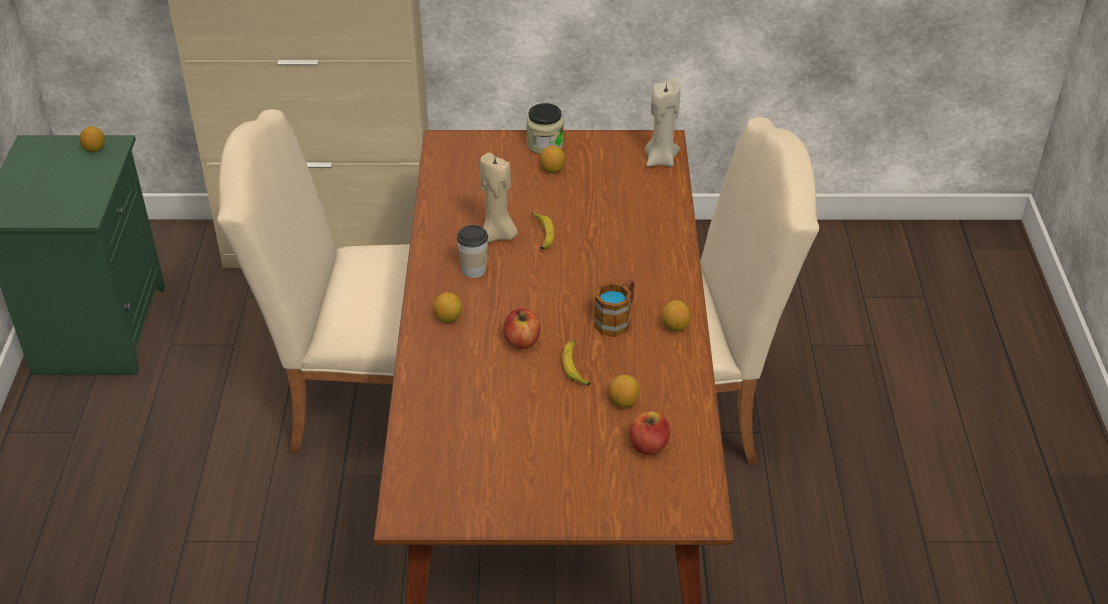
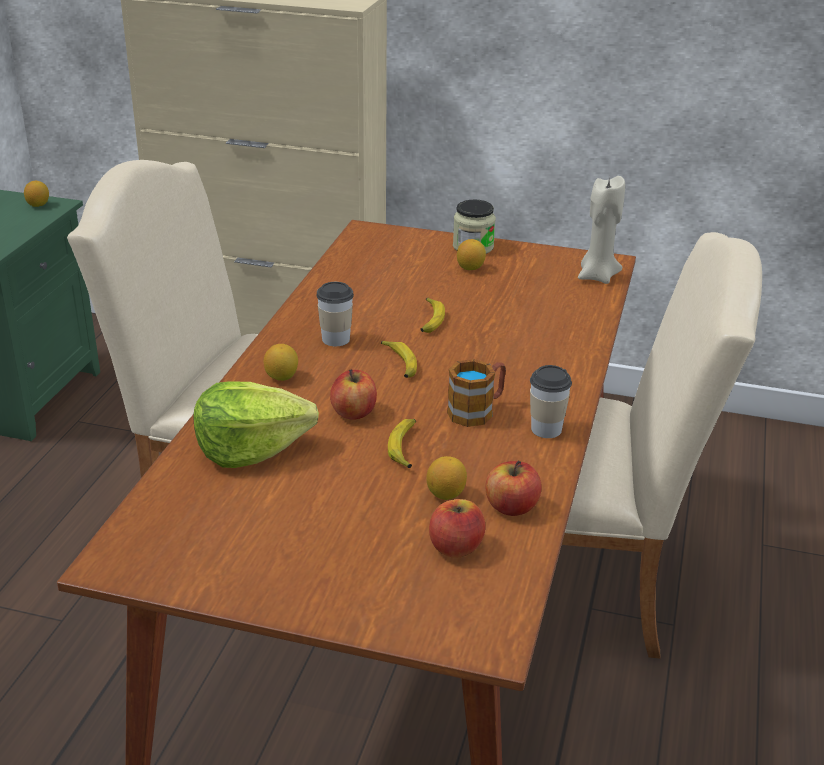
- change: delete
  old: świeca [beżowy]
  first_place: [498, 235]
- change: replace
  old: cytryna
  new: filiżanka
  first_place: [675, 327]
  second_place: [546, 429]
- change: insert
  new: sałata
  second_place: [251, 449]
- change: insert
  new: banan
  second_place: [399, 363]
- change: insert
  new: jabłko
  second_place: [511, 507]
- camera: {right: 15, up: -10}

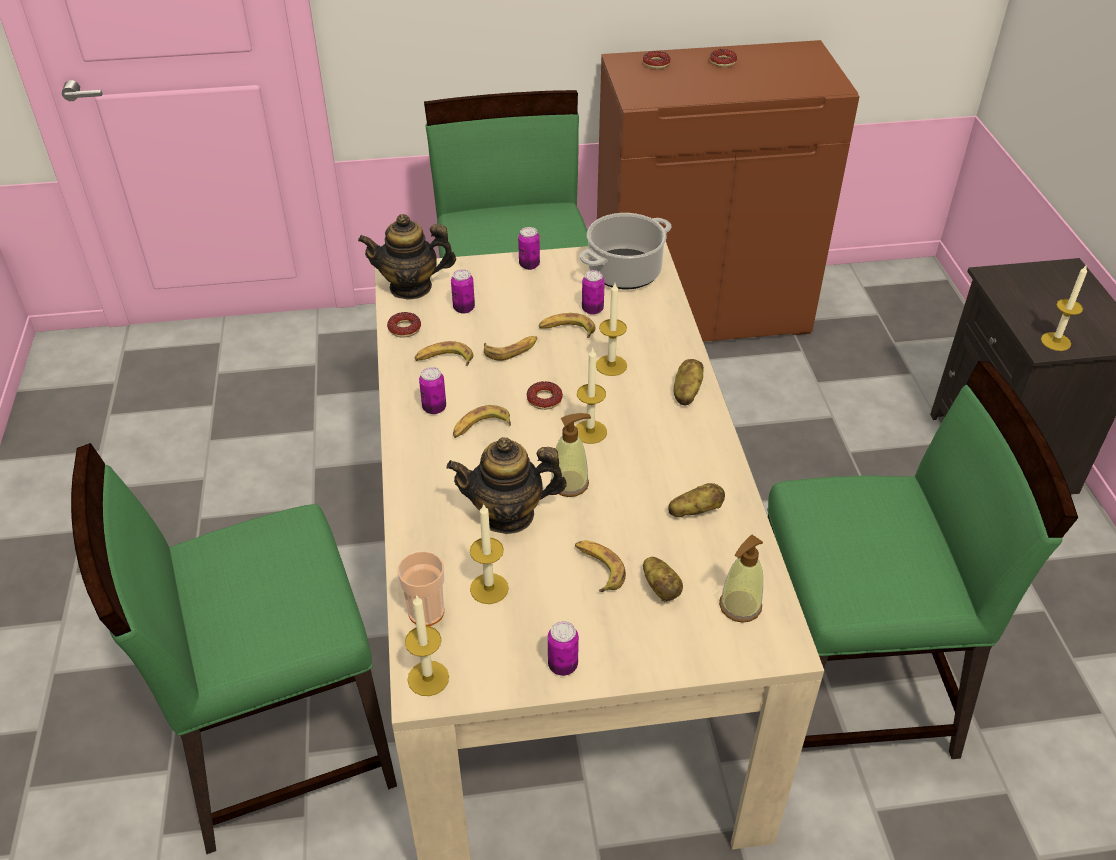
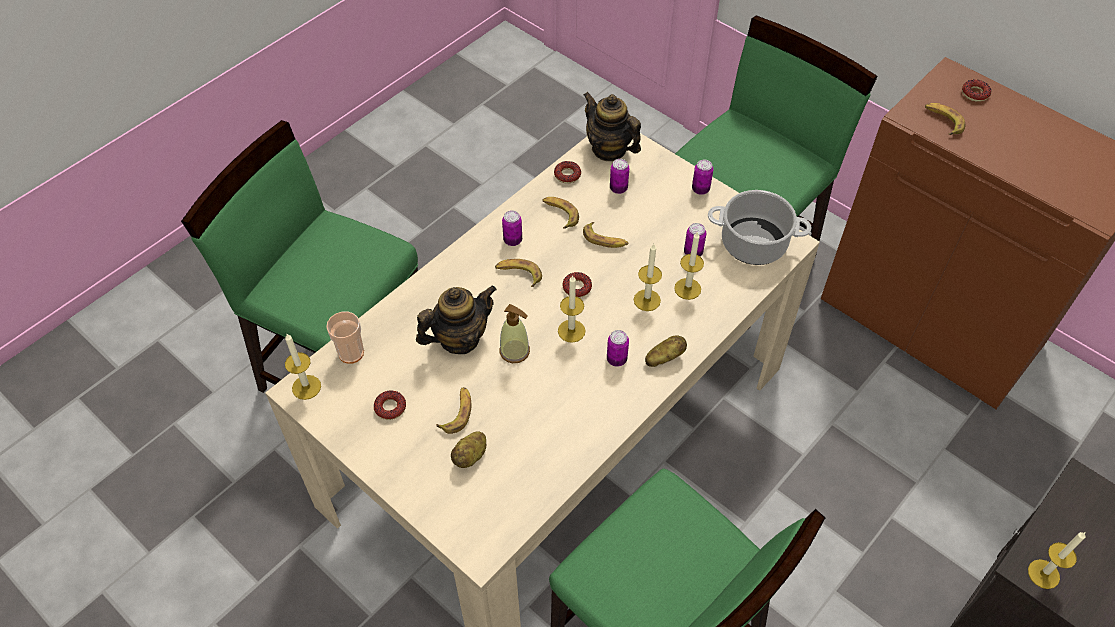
- change: rotate
  old: imbryk
  first_place: [508, 514]
  second_place: [459, 338]
  degrees: 105
- change: move
  old: świeca
  first_place: [489, 588]
  second_place: [687, 288]
- change: move
  old: banan
  first_place: [567, 330]
  second_place: [943, 121]
- change: move
  old: puszka
  first_place: [563, 665]
  second_place: [616, 359]
- change: delete
  old: ziemniak
  first_place: [695, 511]
- change: move
  old: donut
  first_place: [722, 62]
  second_place: [390, 407]
- change: delete
  old: dozownik mydła
  first_place: [740, 606]
- camera: {right: 50, up: 10}

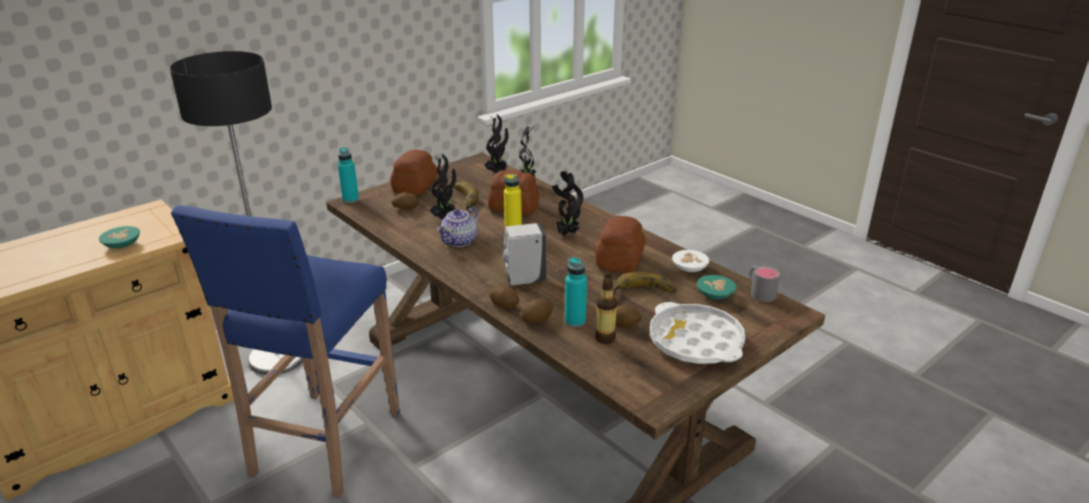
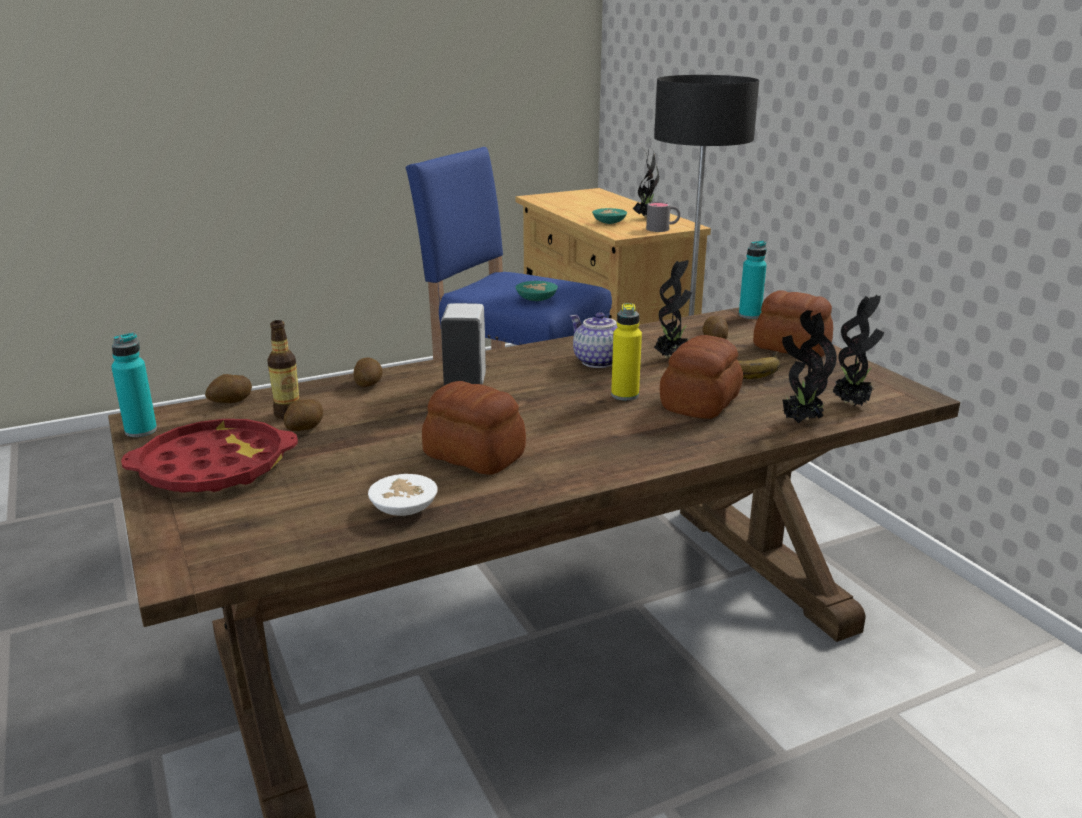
- change: move
  old: ziemniak
  first_place: [504, 305]
  second_place: [230, 402]
- change: move
  old: roślina doniczkowa
  first_place: [566, 234]
  second_place: [647, 218]
- change: move
  old: butelka [turkusowy]
  first_place: [575, 321]
  second_place: [141, 431]
- change: delete
  old: banan
  first_place: [643, 294]
- change: recolor
  old: taca [biały]
  new: taca [czerwony]
  first_place: [695, 341]
  second_place: [214, 467]
- change: move
  old: miska [turkusowy]
  first_place: [716, 294]
  second_place: [537, 300]
- change: move
  old: kubek [szary]
  first_place: [759, 292]
  second_place: [663, 229]
- camera: {right: 105, up: -5}

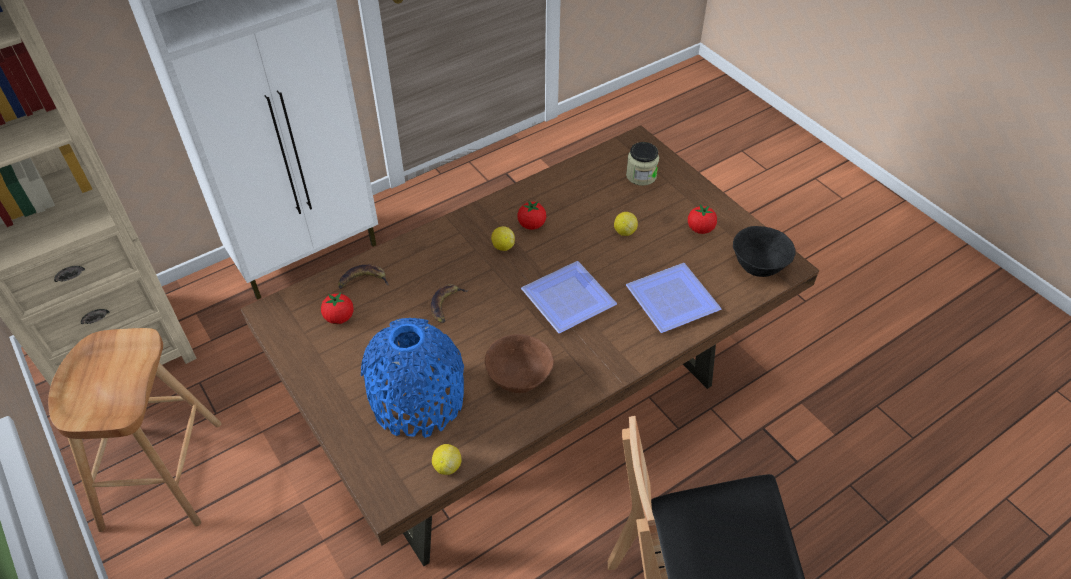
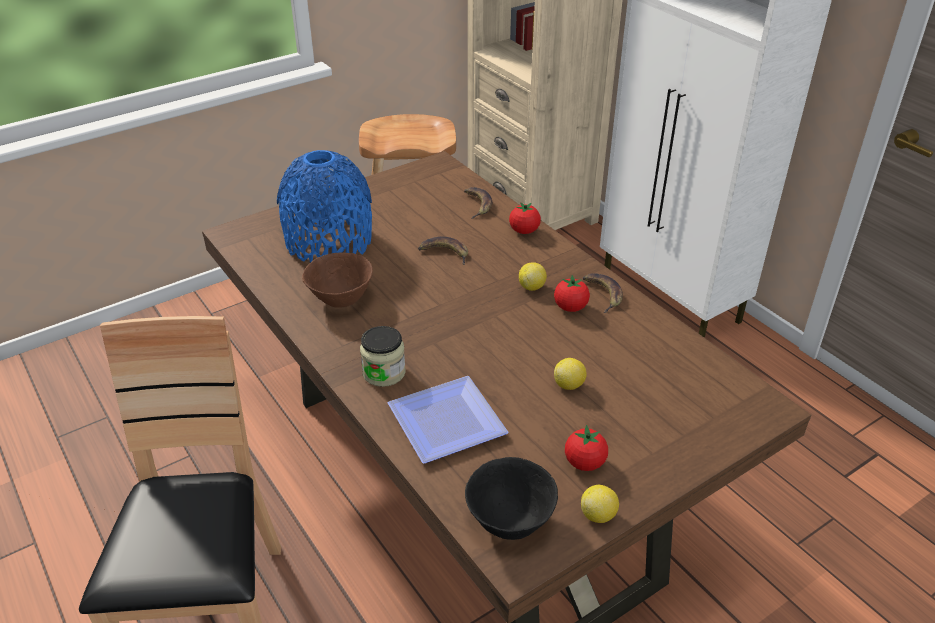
- change: move
  old: pomidor
  first_place: [339, 318]
  second_place: [524, 231]
- change: move
  old: cytryna
  first_place: [447, 466]
  second_place: [598, 515]
- change: delete
  old: talerz
  first_place: [571, 300]
- change: move
  old: słoik
  first_place: [641, 176]
  second_place: [384, 372]
- change: insert
  new: banan
  second_place: [602, 294]
- camera: {right: 90, up: -10}

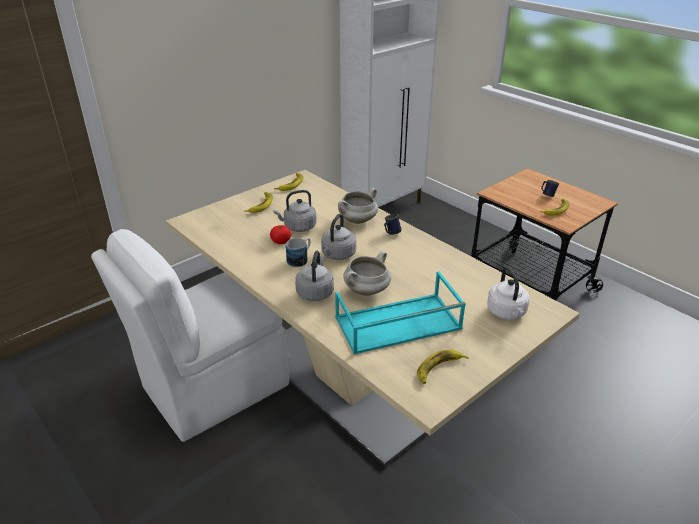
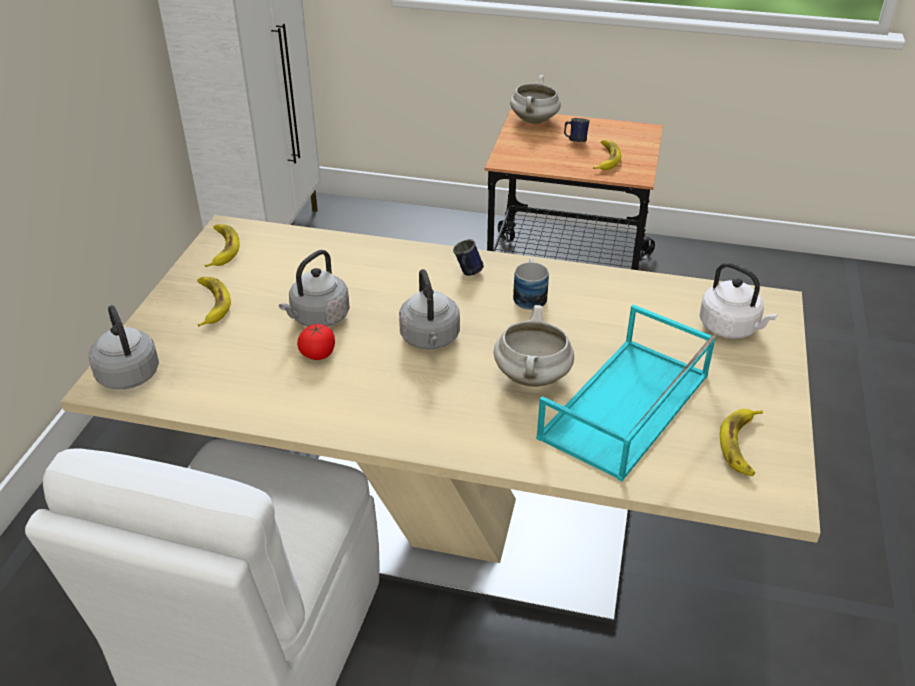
- change: move
  old: kubek
  first_place: [300, 259]
  second_place: [530, 295]
- change: move
  old: czajnik [szary]
  first_place: [315, 292]
  second_place: [128, 373]
- change: move
  old: garnek [biały]
  first_place: [357, 221]
  second_place: [534, 121]
- camera: {right: -35, up: 5}

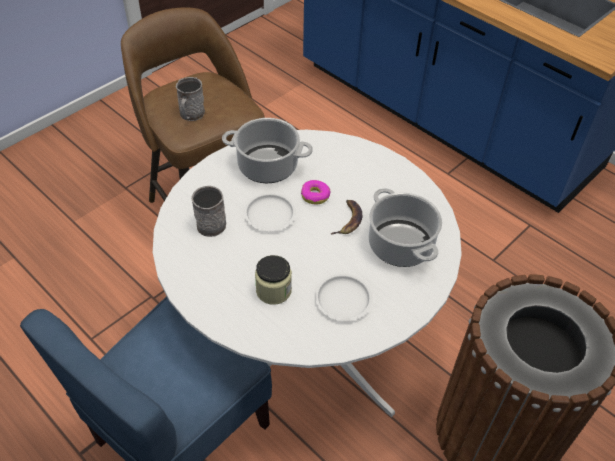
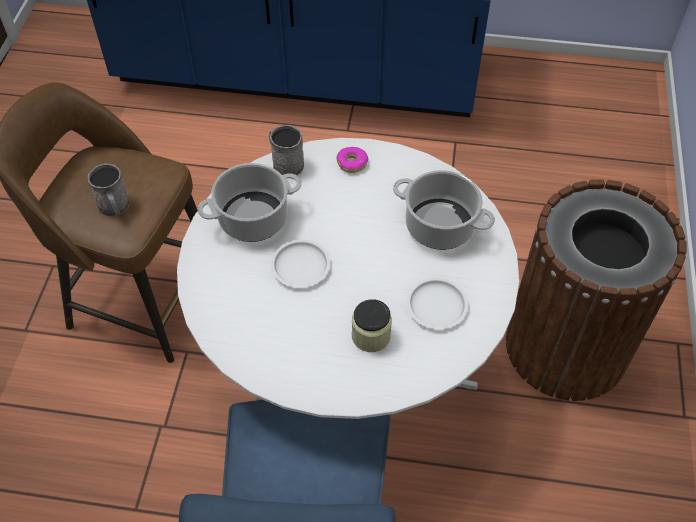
- change: move
  old: kubek [szary]
  first_place: [211, 221]
  second_place: [285, 163]
- change: move
  old: donut
  first_place: [315, 196]
  second_place: [352, 163]
- change: delete
  old: banan
  first_place: [348, 220]
- camera: {right: -35, up: 5}

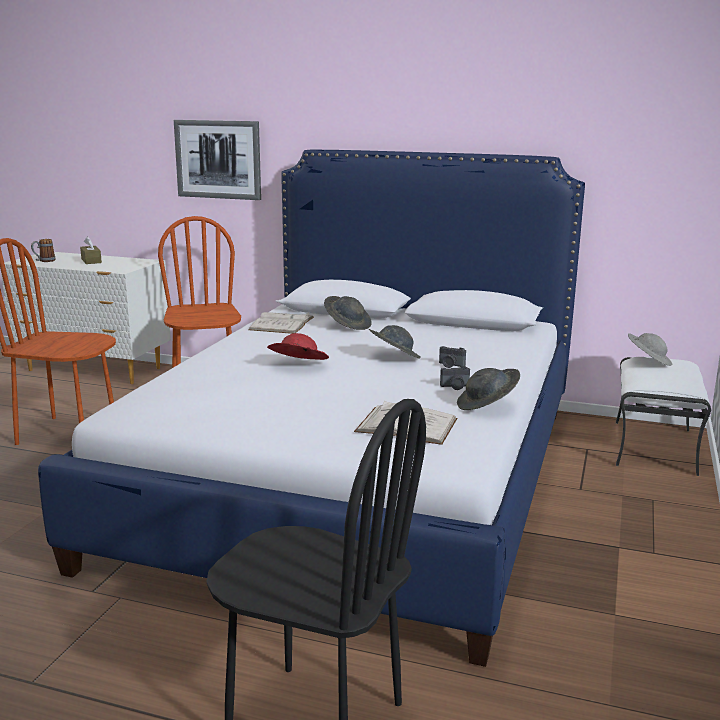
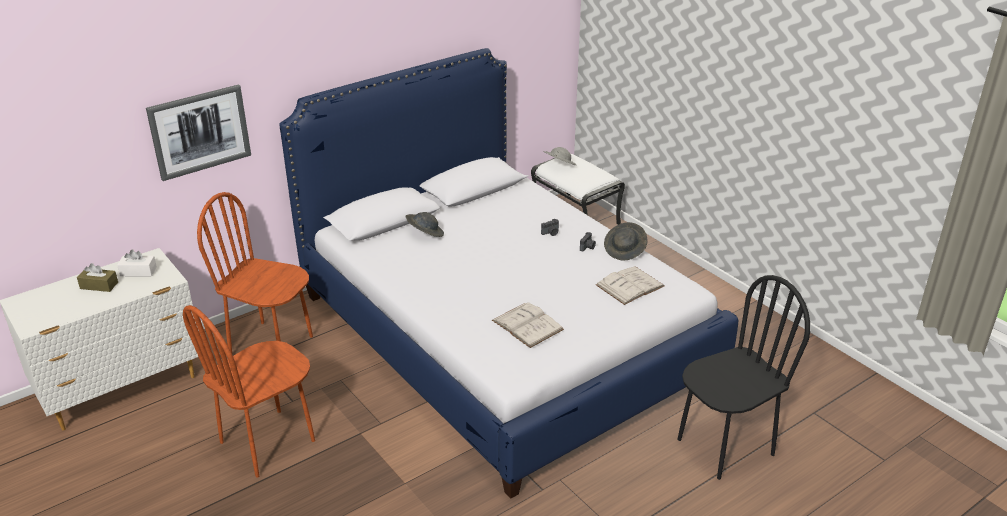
- change: delete
  old: kubek
  first_place: [44, 261]
- change: move
  old: książka [biały]
  first_place: [282, 323]
  second_place: [527, 325]
- change: delete
  old: kapelusz [czerwony]
  first_place: [297, 366]
- change: delete
  old: kapelusz [szary]
  first_place: [393, 357]
- change: insert
  new: pudełko chusteczek [biały]
  second_place: [138, 271]
- camera: {right: -55, up: 15}

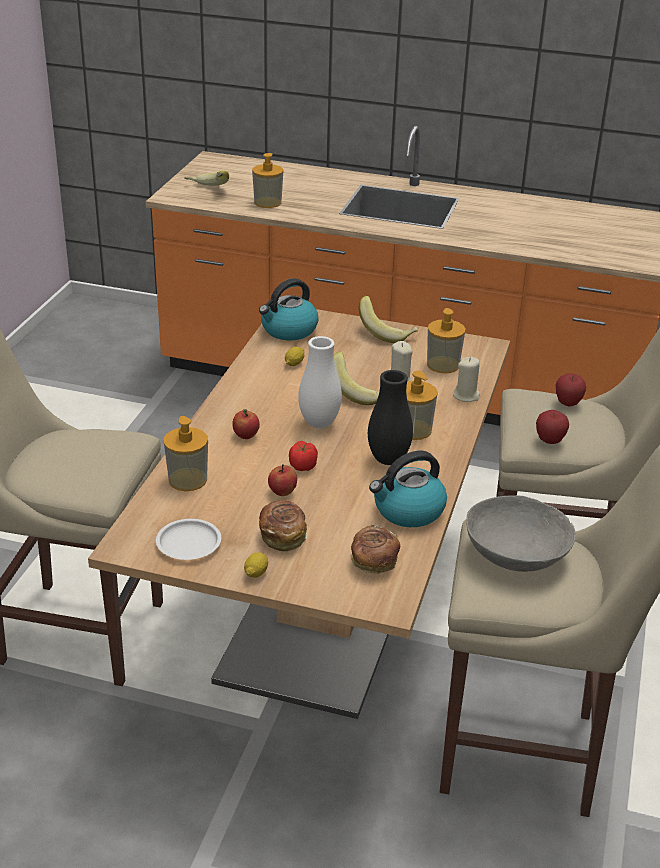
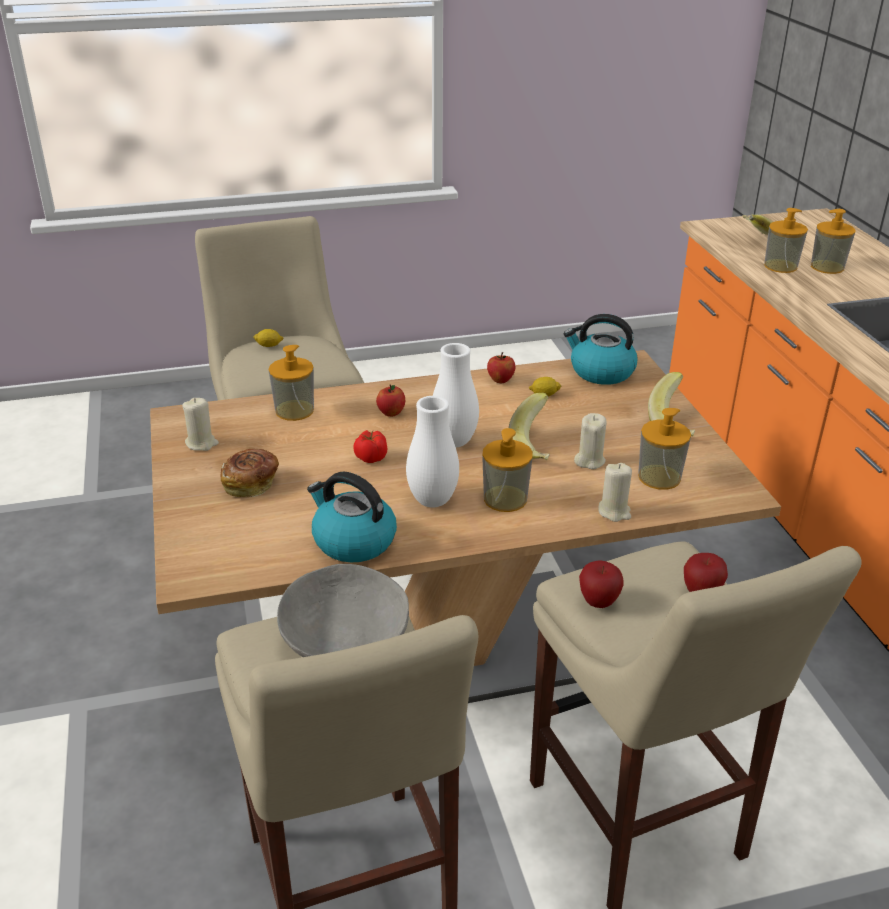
- change: replace
  old: talerz [biały]
  new: świeca [beżowy]
  first_place: [188, 544]
  second_place: [201, 443]
- change: move
  old: cytryna
  first_place: [256, 573]
  second_place: [269, 345]
- change: move
  old: jabłko
  first_place: [282, 492]
  second_place: [500, 380]
- change: delete
  old: chleb
  first_place: [373, 562]
- change: recolor
  old: wazon [czarny]
  new: wazon [biały]
  first_place: [388, 459]
  second_place: [432, 501]
- change: insert
  new: dozownik mydła
  second_place: [827, 267]
- camera: {right: 60, up: 0}

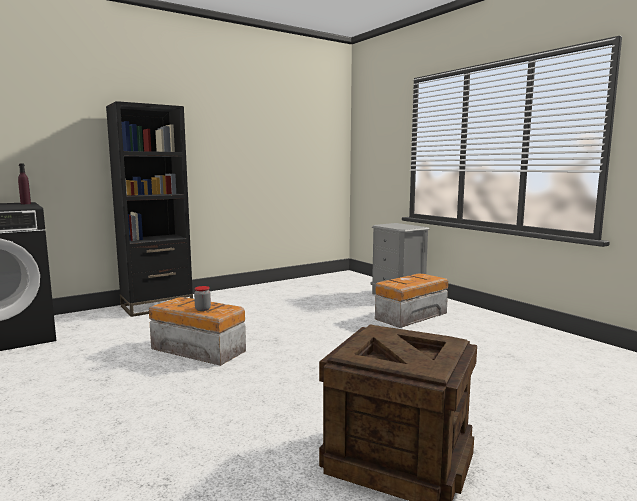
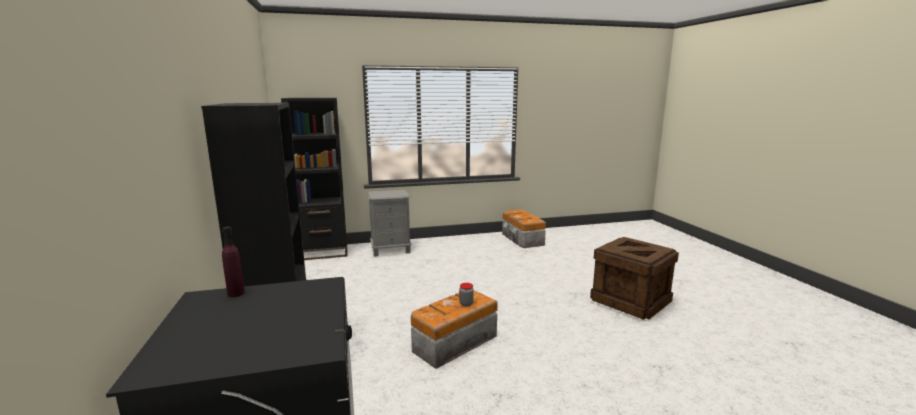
- change: move
  old: pojemnik do przechowywania
  first_place: [409, 316]
  second_place: [522, 239]
- change: insert
  new: regał [czarny]
  second_place: [323, 252]
- camera: {right: -70, up: 5}

